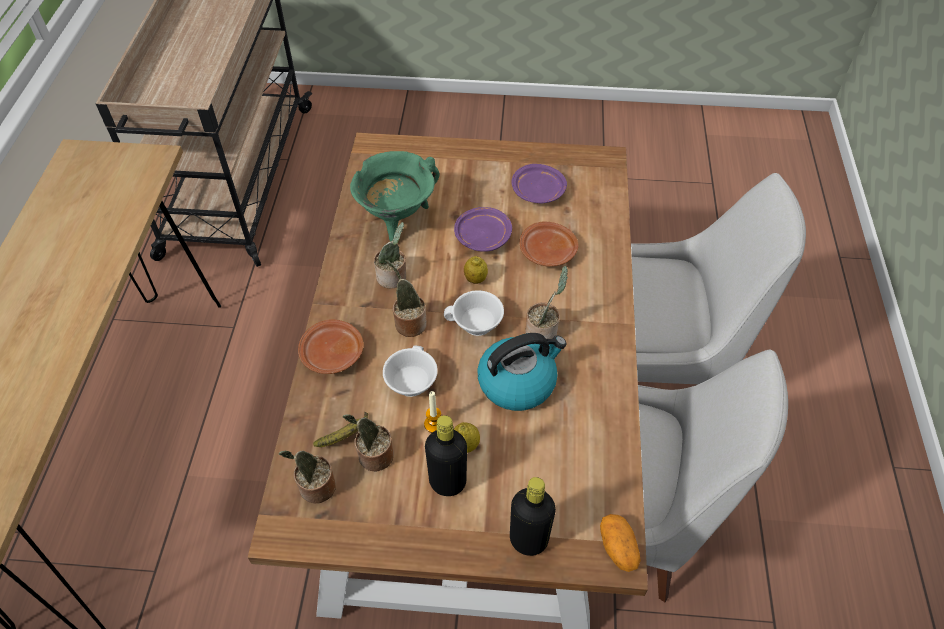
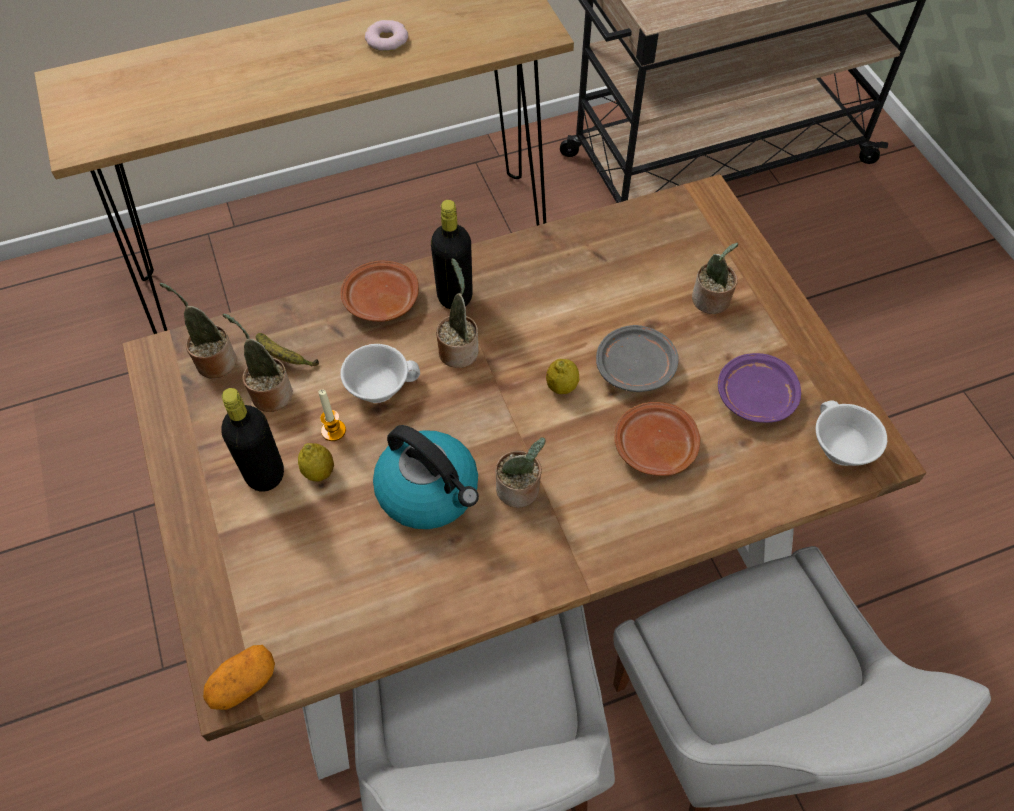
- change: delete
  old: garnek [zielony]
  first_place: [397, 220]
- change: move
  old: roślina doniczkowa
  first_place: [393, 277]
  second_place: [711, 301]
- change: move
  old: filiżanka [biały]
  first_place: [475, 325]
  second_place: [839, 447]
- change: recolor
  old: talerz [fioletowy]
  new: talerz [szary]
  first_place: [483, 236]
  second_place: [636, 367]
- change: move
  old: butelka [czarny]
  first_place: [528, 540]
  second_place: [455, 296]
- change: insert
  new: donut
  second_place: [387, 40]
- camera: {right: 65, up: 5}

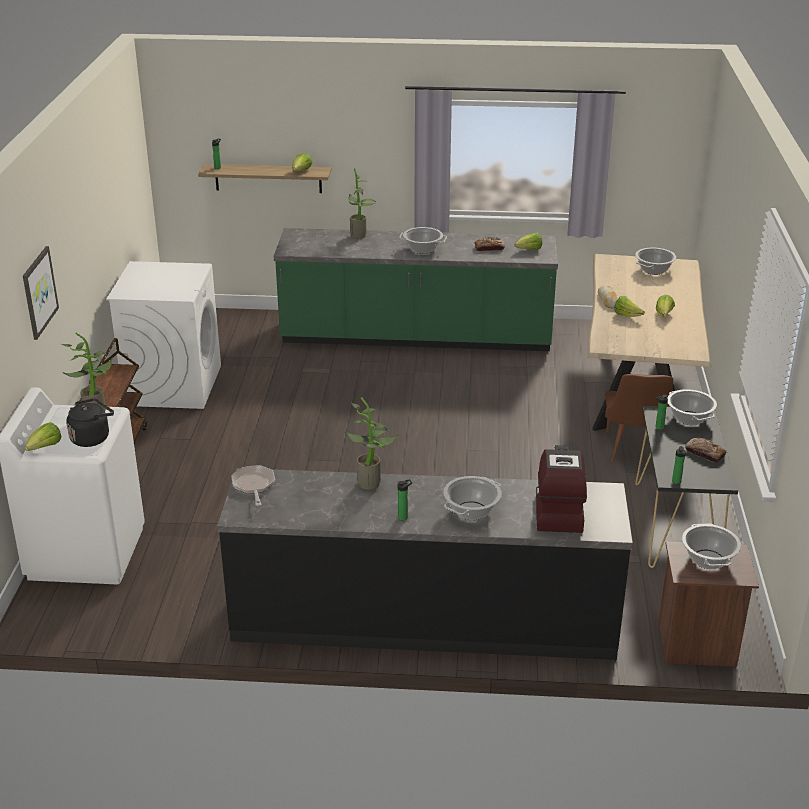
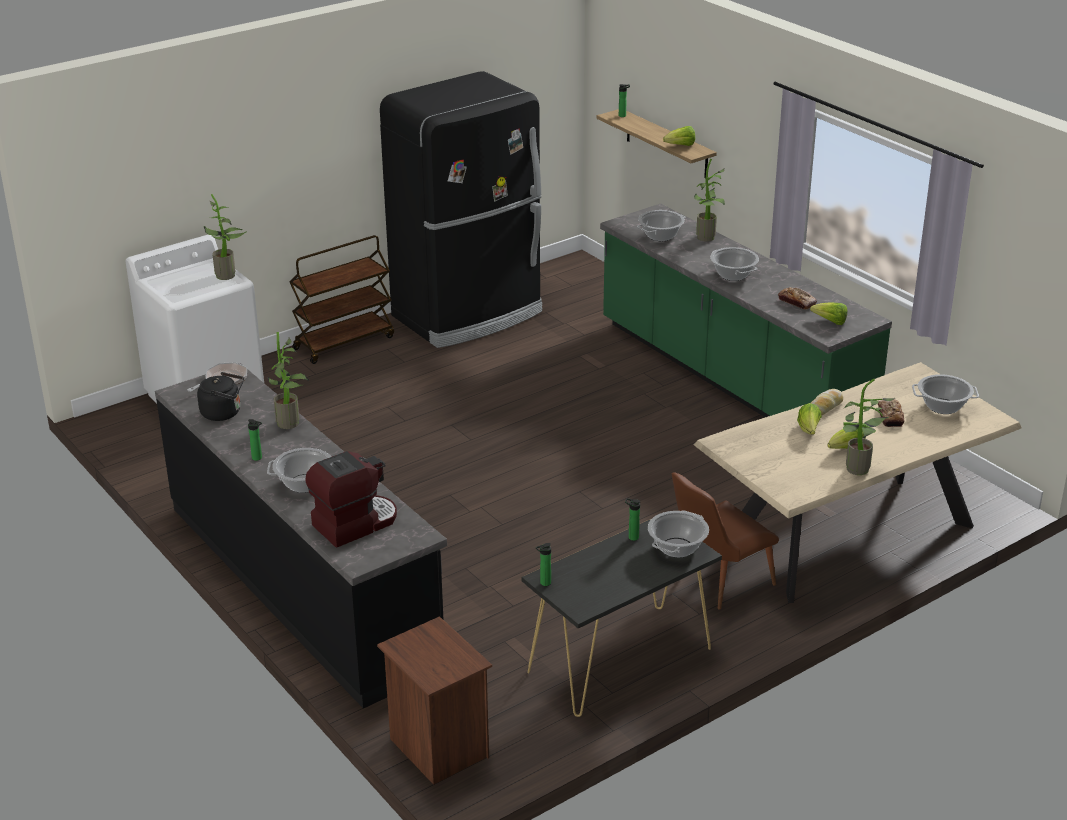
- change: delete
  old: obraz
  first_place: [39, 292]
- change: delete
  old: sałata
  first_place: [45, 447]
- change: move
  old: czajnik [czarny]
  first_place: [92, 438]
  second_place: [224, 413]
- change: replace
  old: pralka [biały]
  new: lodówka [czarny]
  first_place: [173, 385]
  second_place: [469, 315]
- change: move
  old: garnek
  first_place: [708, 559]
  second_place: [660, 236]
- change: move
  old: chleb
  first_place: [705, 453]
  second_place: [890, 416]
- change: insert
  new: roślina doniczkowa
  second_place: [857, 471]
- camera: {right: 50, up: 0}

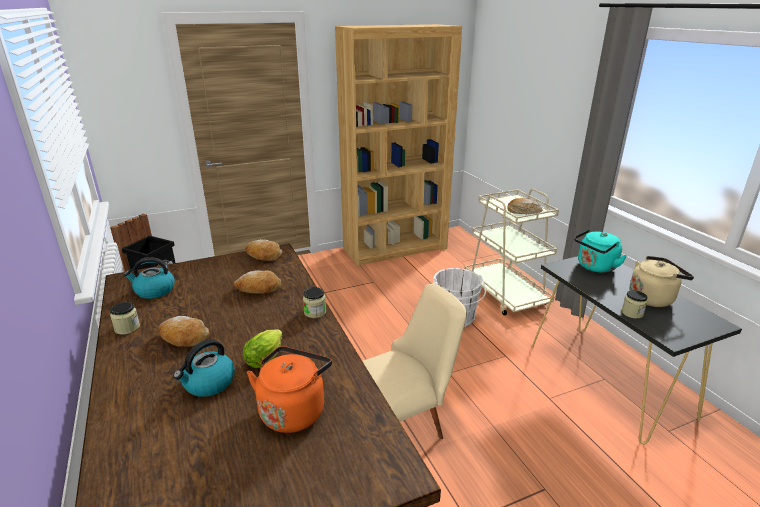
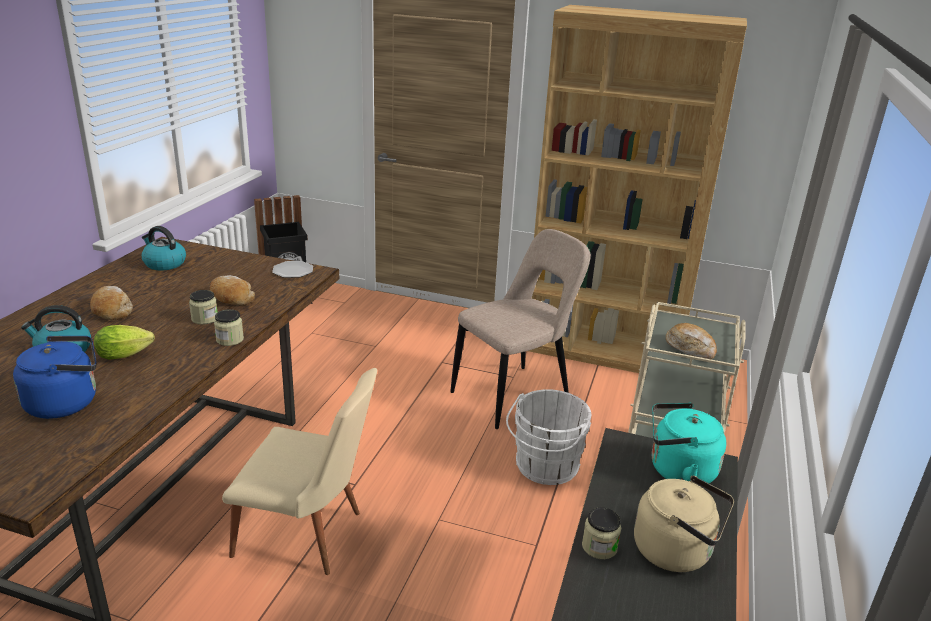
- change: move
  old: słoik
  first_place: [127, 328]
  second_place: [204, 319]
- change: replace
  old: chleb
  new: talerz
  first_place: [264, 256]
  second_place: [292, 271]
- change: recolor
  old: czajnik [pomarańczowy]
  new: czajnik [niebieski]
  first_place: [294, 410]
  second_place: [67, 402]
- change: insert
  new: krzesło [beżowy]
  second_place: [515, 395]
- camera: {right: 40, up: 0}

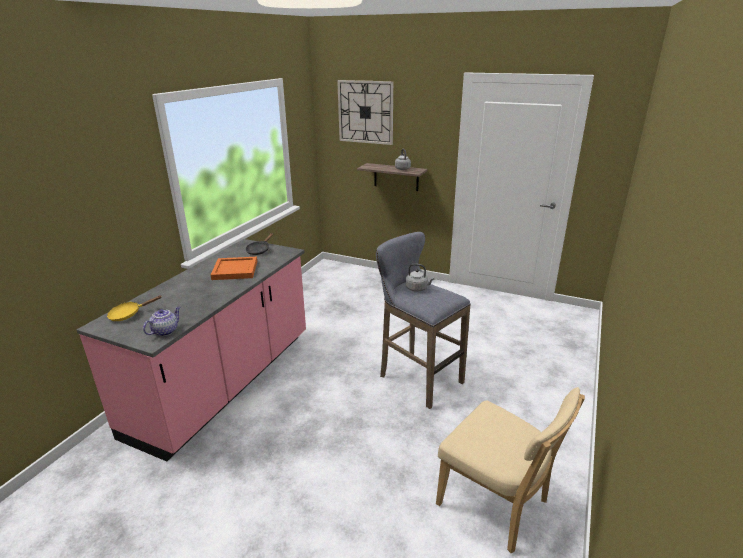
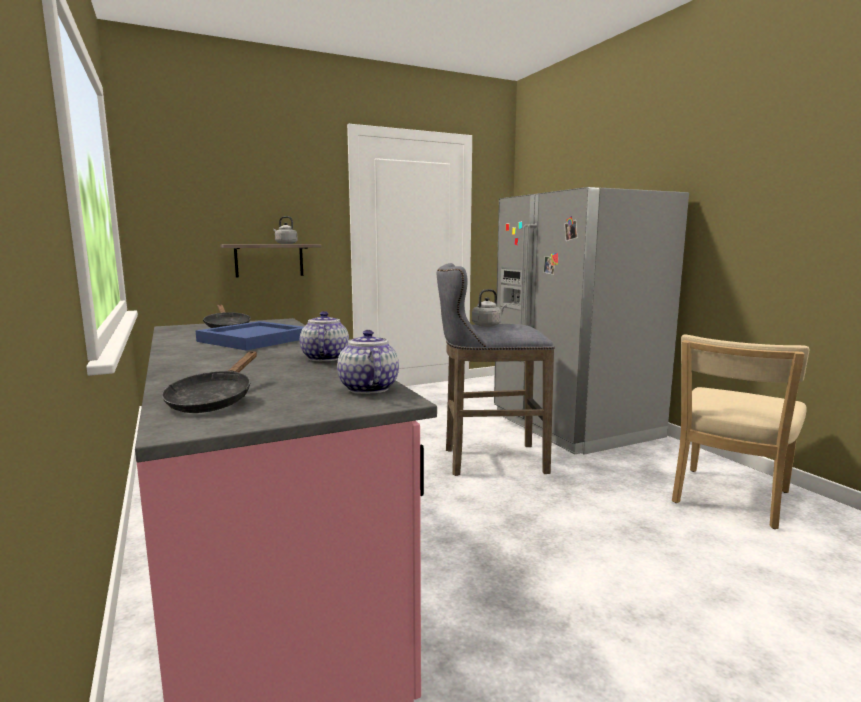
- change: recolor
  old: patelnia [żółty]
  new: patelnia [czarny]
  first_place: [128, 314]
  second_place: [214, 400]
- change: recolor
  old: taca [pomarańczowy]
  new: taca [niebieski]
  first_place: [234, 270]
  second_place: [252, 340]
- change: delete
  old: zegar ścienny
  first_place: [365, 112]
- change: rotate
  old: krzesło [beżowy]
  first_place: [497, 505]
  second_place: [728, 499]
  degrees: 135
- change: insert
  new: imbryk
  second_place: [324, 358]
- change: insert
  new: lodówka [szary]
  second_place: [574, 426]
- camera: {right: -50, up: -15}

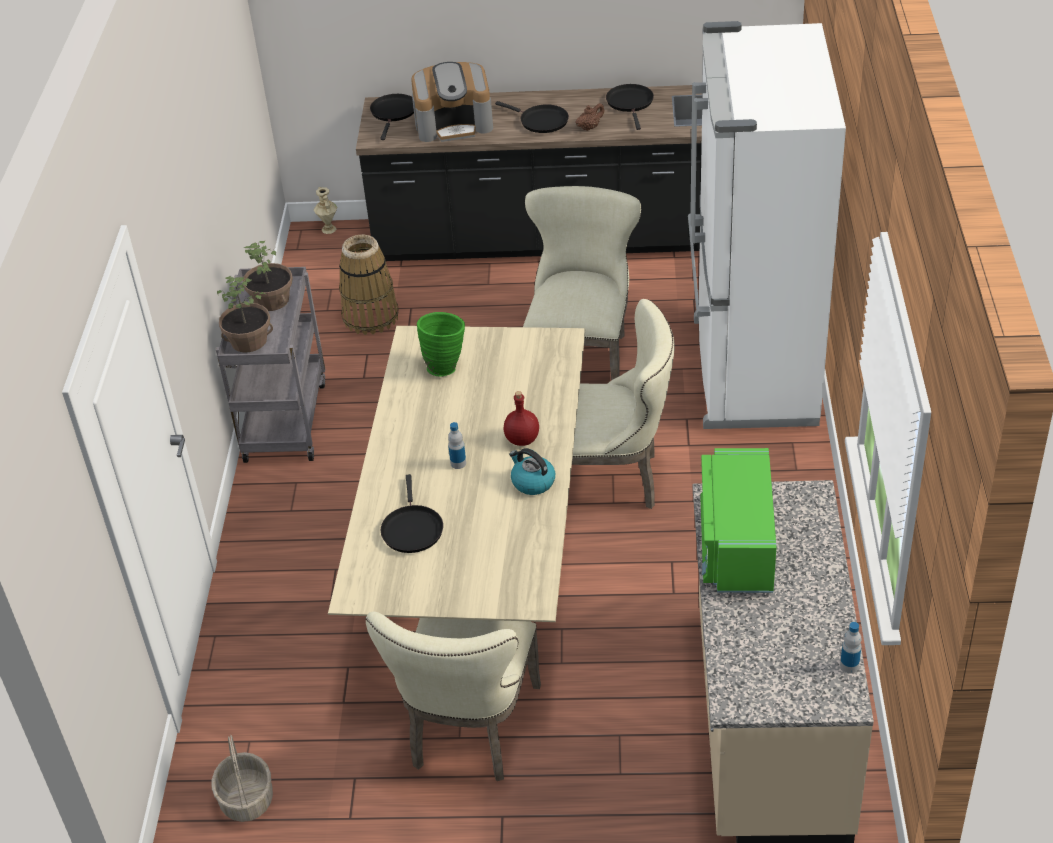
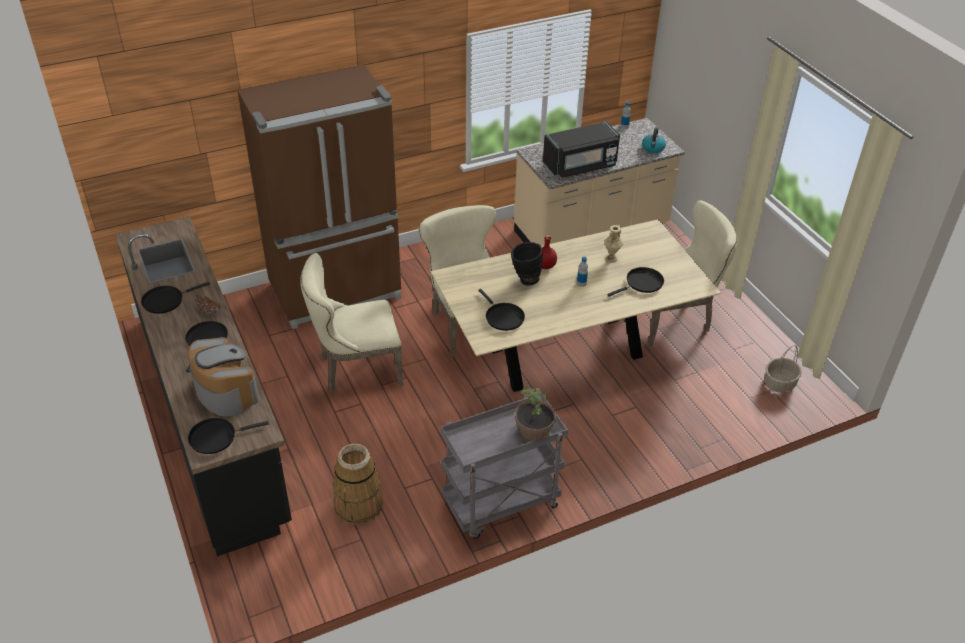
- change: delete
  old: roślina doniczkowa
  first_place: [272, 300]
- change: move
  old: wazon [beżowy]
  first_place: [328, 229]
  second_place: [611, 259]
- change: replace
  old: wazon [zielony]
  new: patelnia [czarny]
  first_place: [445, 366]
  second_place: [503, 317]
- change: move
  old: czajnik
  first_place: [532, 482]
  second_place: [653, 148]
- change: recolor
  old: lodówka [biały]
  new: lodówka [brązowy]
  first_place: [750, 372]
  second_place: [337, 293]
- change: recolor
  old: mikrofalówka [zielony]
  new: mikrofalówka [czarny]
  first_place: [737, 544]
  second_place: [580, 165]
- change: insert
  new: wazon [czarny]
  second_place: [524, 280]
- camera: {right: -120, up: 0}

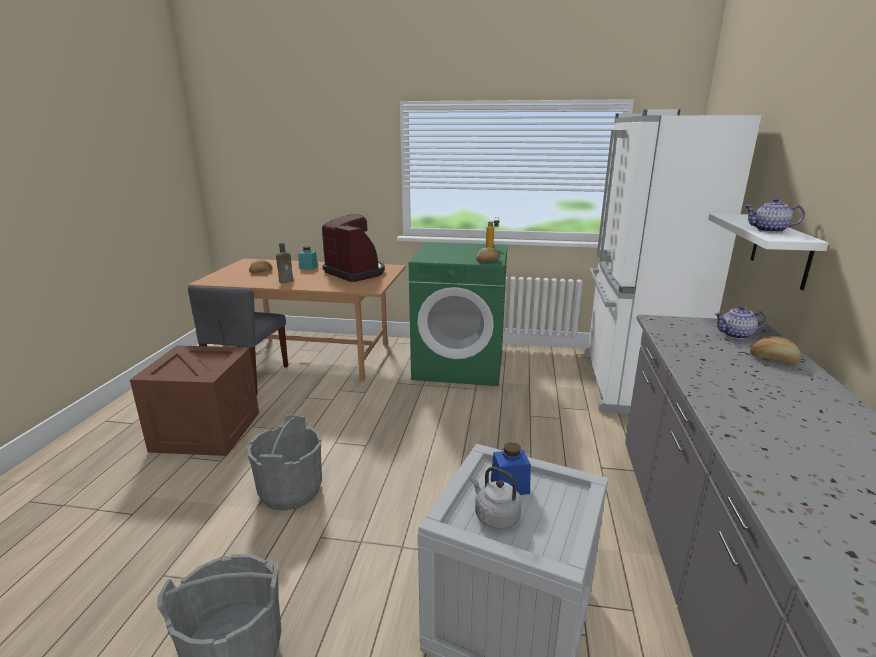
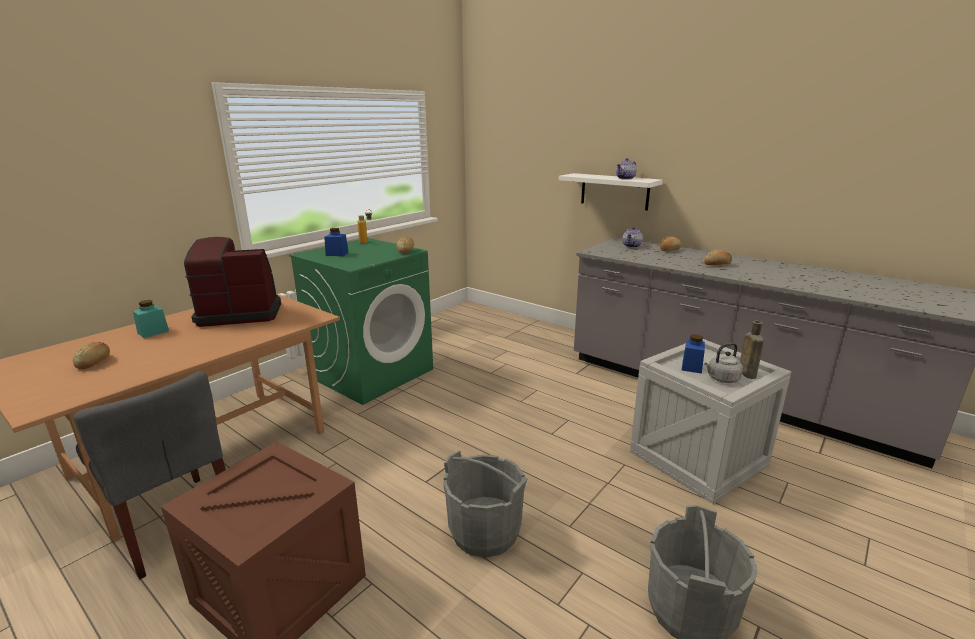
- change: move
  old: butelka [brązowy]
  first_place: [287, 281]
  second_place: [746, 373]
- change: delete
  old: lodówka [biały]
  first_place: [630, 384]
- change: insert
  new: słoik [niebieski]
  second_place: [337, 254]
- change: insert
  new: chleb
  second_place: [717, 264]
- camera: {right: -60, up: 0}

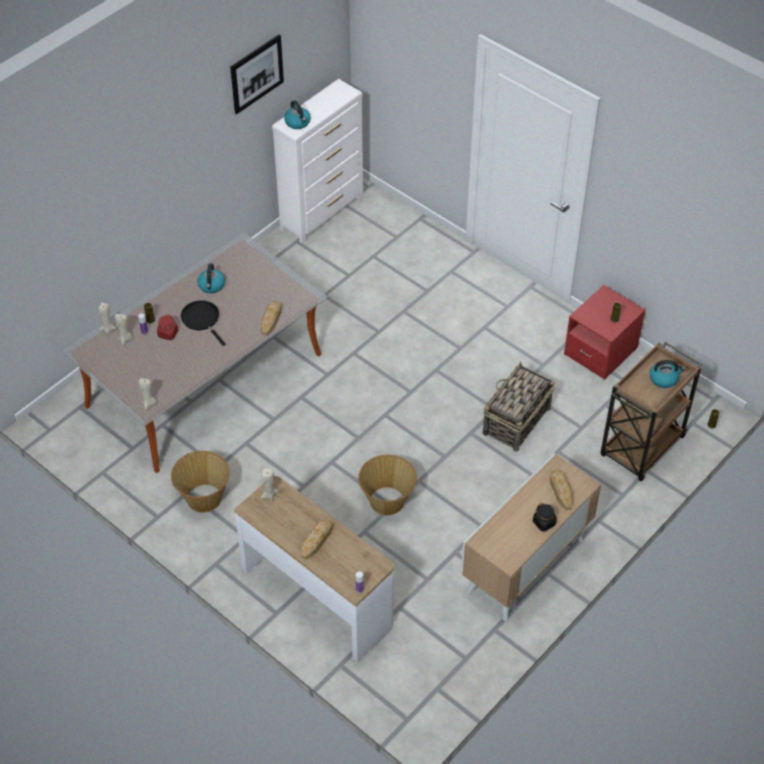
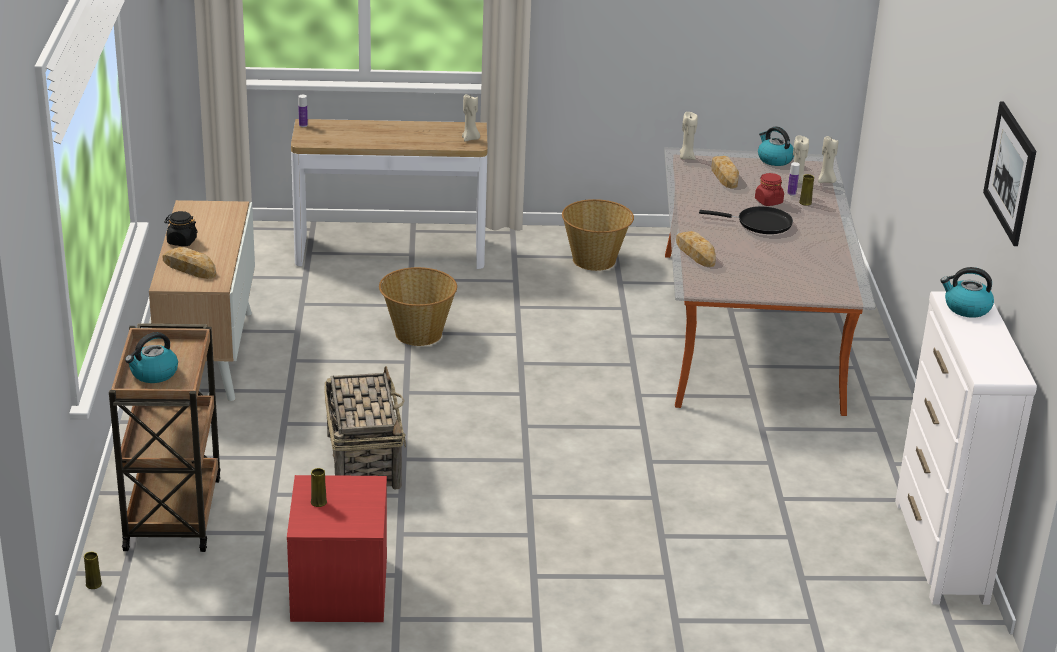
- change: move
  old: czajnik
  first_place: [211, 286]
  second_place: [774, 159]
- change: move
  old: chleb
  first_place: [316, 540]
  second_place: [724, 175]
- camera: {right: 135, up: -20}

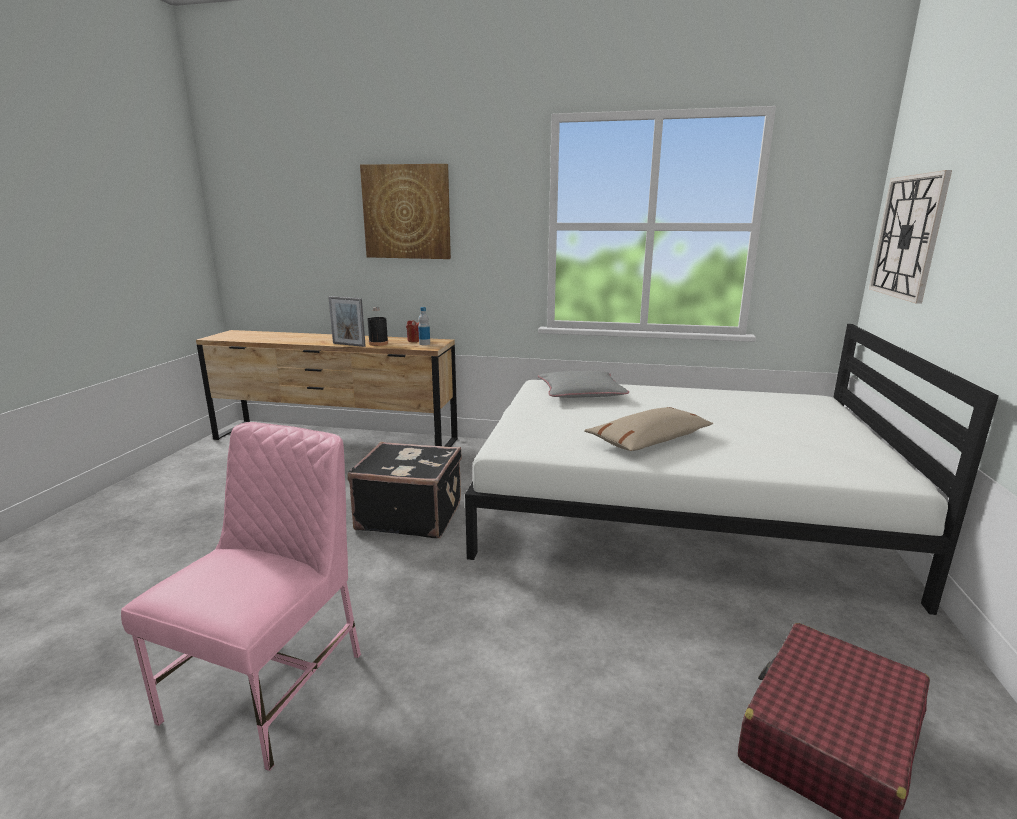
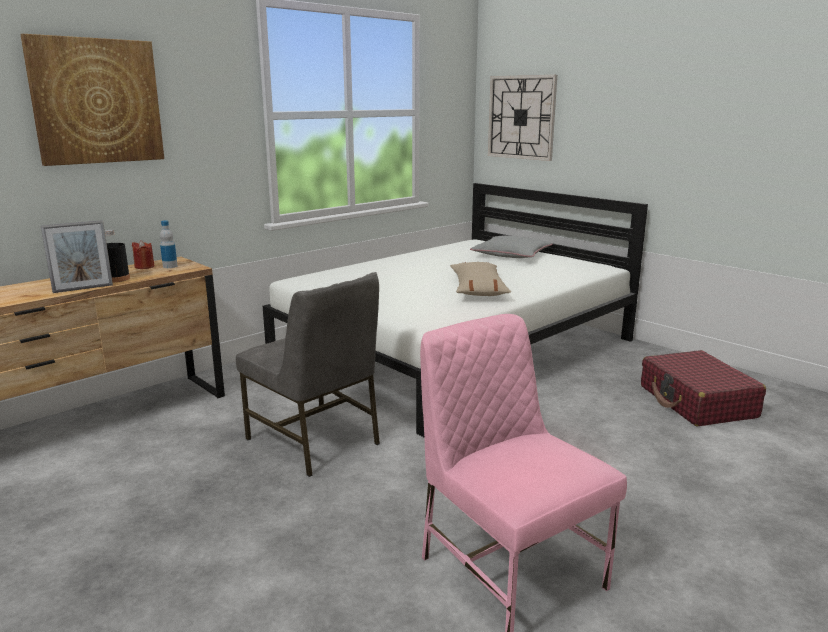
- change: replace
  old: walizka [czarny]
  new: krzesło [szary]
  first_place: [410, 515]
  second_place: [315, 441]
- change: move
  old: poduszka [szary]
  first_place: [581, 393]
  second_place: [511, 254]
- camera: {right: -55, up: 0}

